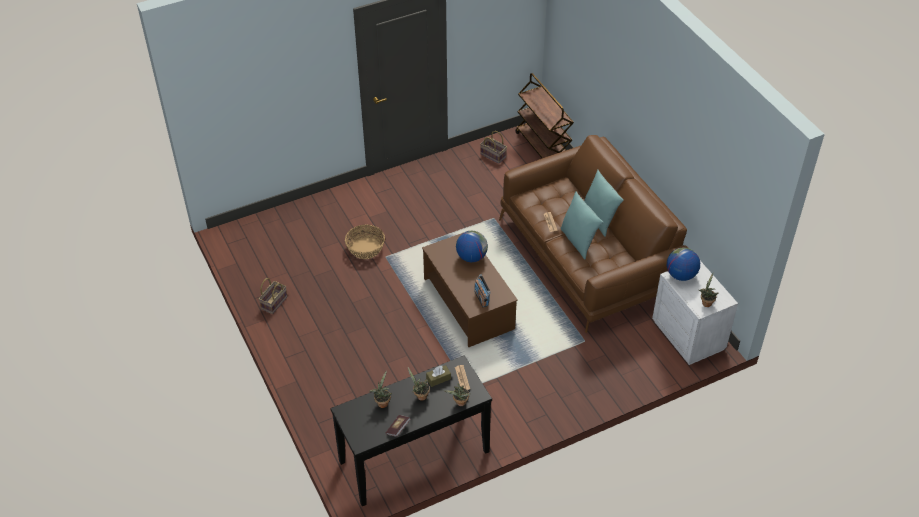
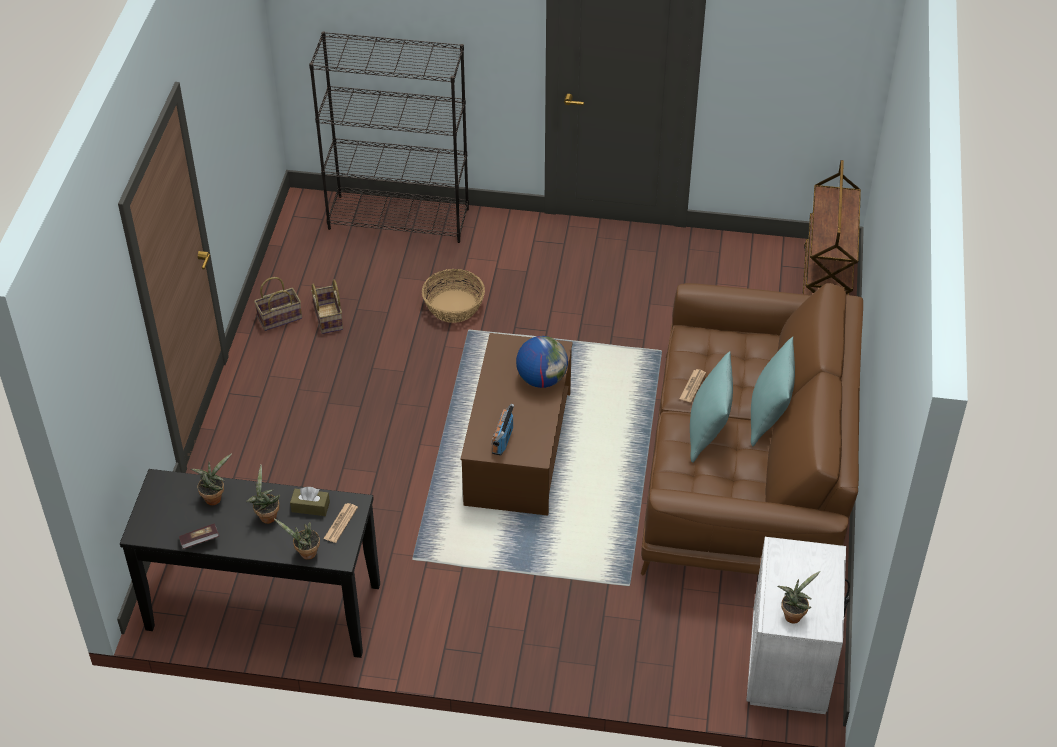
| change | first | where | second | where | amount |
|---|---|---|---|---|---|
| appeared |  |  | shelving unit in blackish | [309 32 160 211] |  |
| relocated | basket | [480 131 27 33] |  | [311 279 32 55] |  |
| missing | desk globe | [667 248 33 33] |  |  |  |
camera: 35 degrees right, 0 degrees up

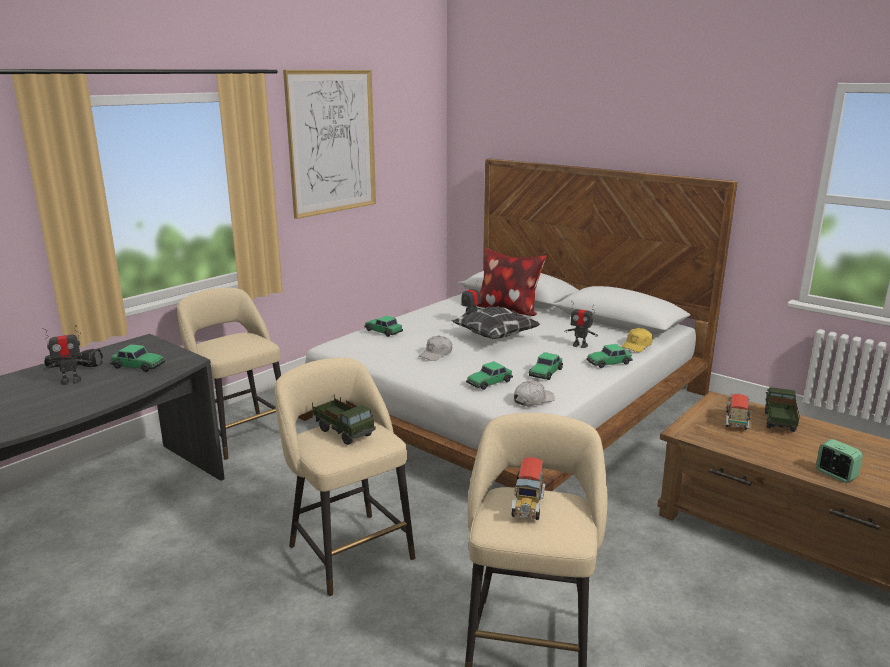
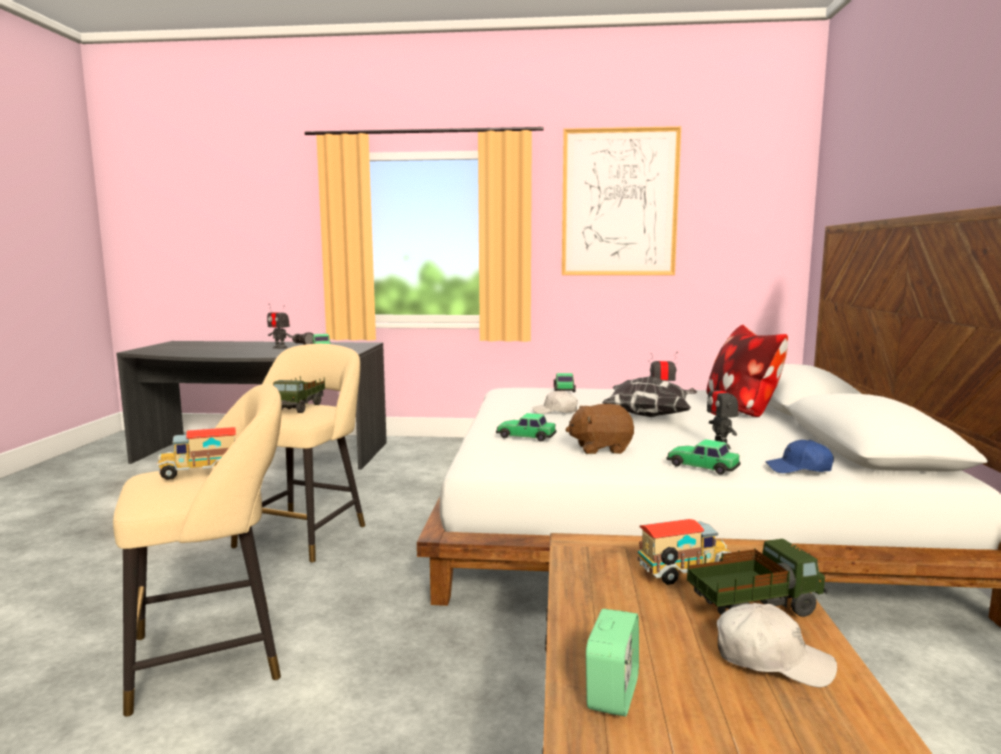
| change | first | where | second | where | amount |
|---|---|---|---|---|---|
| exchanged | model car | [529 352 34 28] | cuddly toy in brown | [565 404 69 50] |  |
| relocated | baseball cap in white-coloured | [514 380 41 26] |  | [717 603 120 85] |  |
| colour | baseball cap in yellow-coloured | [621 328 32 24] | baseball cap in blue | [765 440 69 33] |  |
| missing | stool seat in sand-coloured | [177 288 104 172] |  |  |  |
camera: 55 degrees right, 10 degrees down

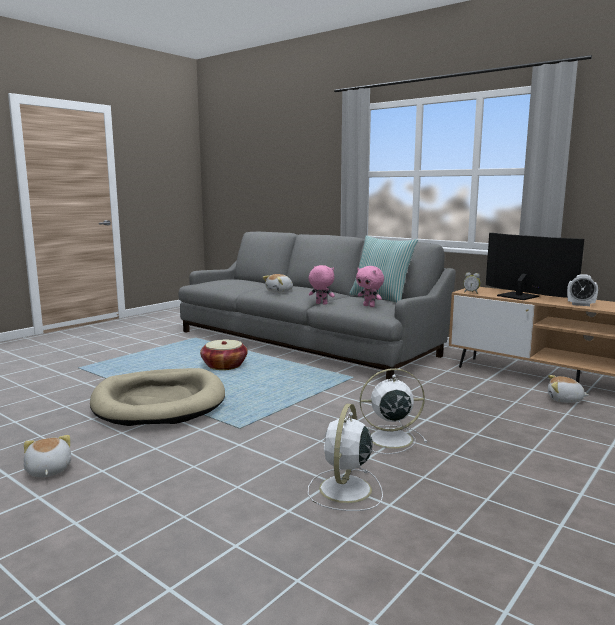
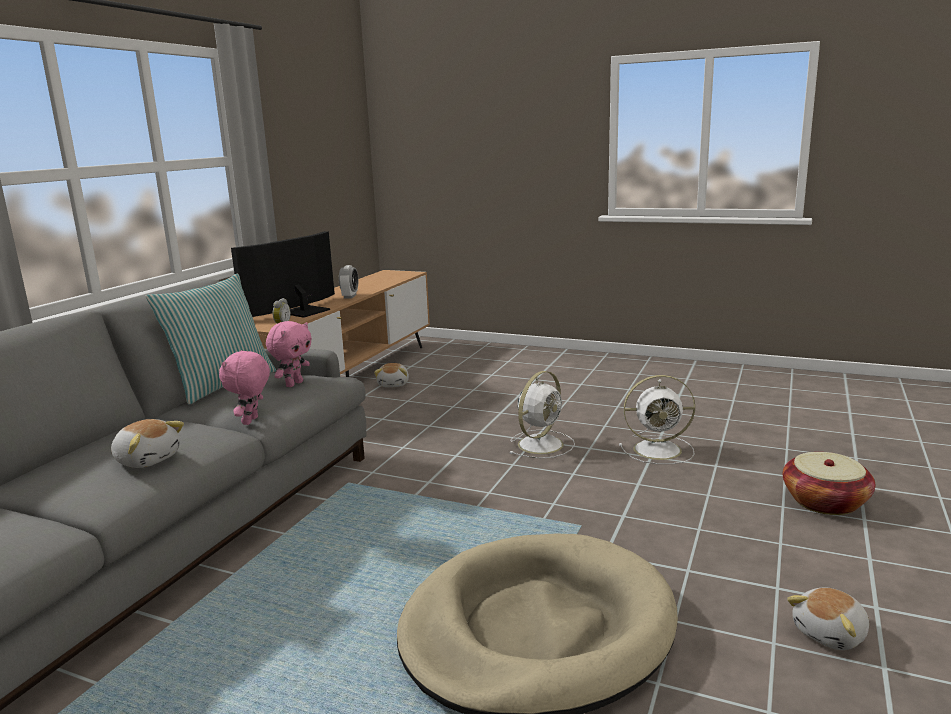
| change | first | where | second | where | amount |
|---|---|---|---|---|---|
| spun | electric fan in white-coloured | [360 368 67 86] |  | [509 371 66 88] | 120 degrees counterclockwise |
| relocated | basket | [200 340 48 30] |  | [783 452 92 63] |  |
camera: 105 degrees left, 5 degrees up

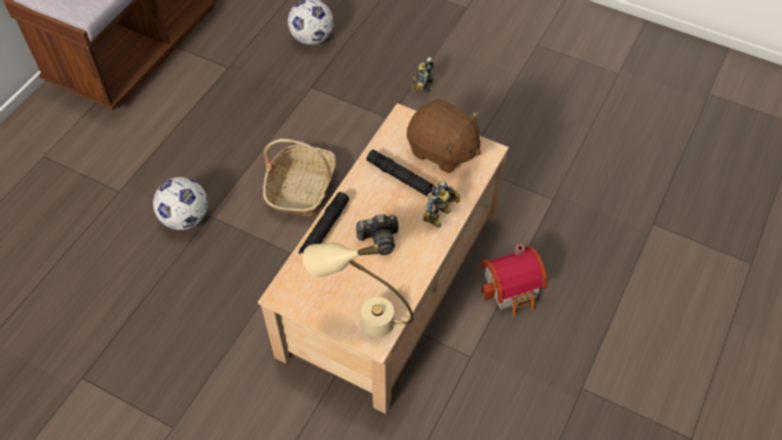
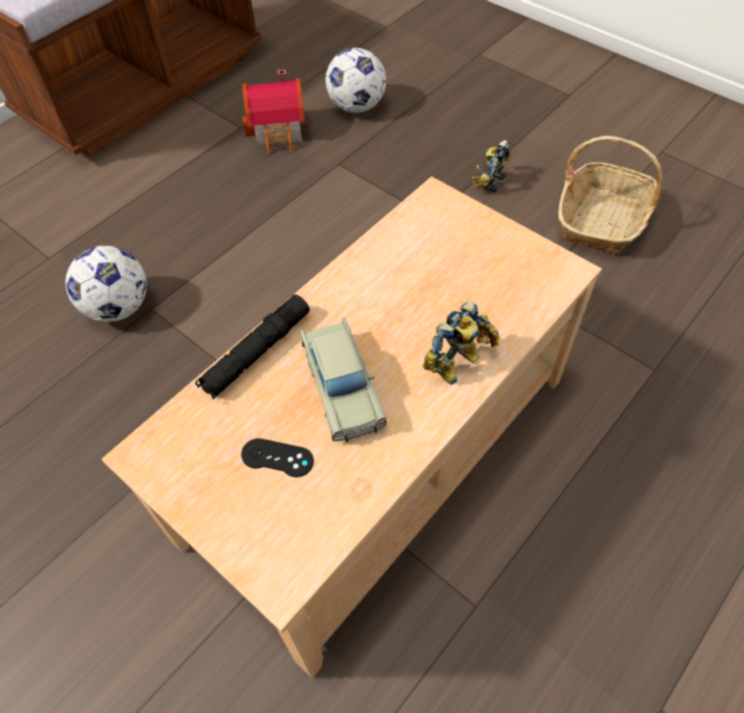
| change | first | where | second | where | amount |
|---|---|---|---|---|---|
| appeared |  |  | joypad in blackish | [241 438 73 39] |  |
| relocated | miniature house | [480 244 67 73] |  | [242 69 63 85] |  |
| exchanged | still camera | [355 214 44 41] | model car in sand-coloured | [301 317 86 125] |  |
| relocated | basket | [263 139 73 78] |  | [558 136 105 119] |  |
| missing | lamp for a table in sand-coloured | [302 243 112 94] |  |  |  |
| missing | flashlight in blackish | [366 149 69 48] |  |  |  |
| missing | cuddly toy in brown | [407 99 74 74] |  |  |  |
camera: 15 degrees right, 0 degrees up

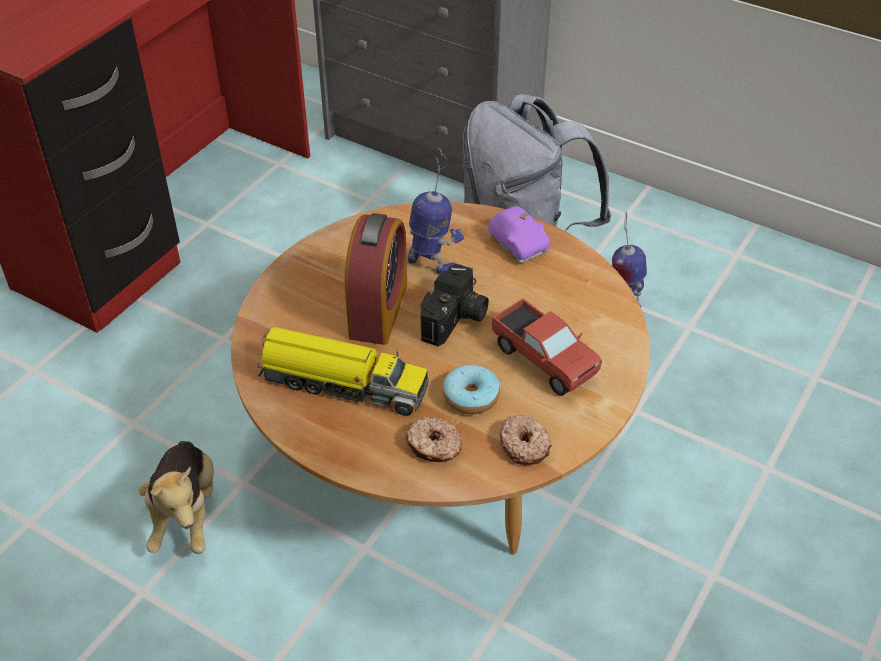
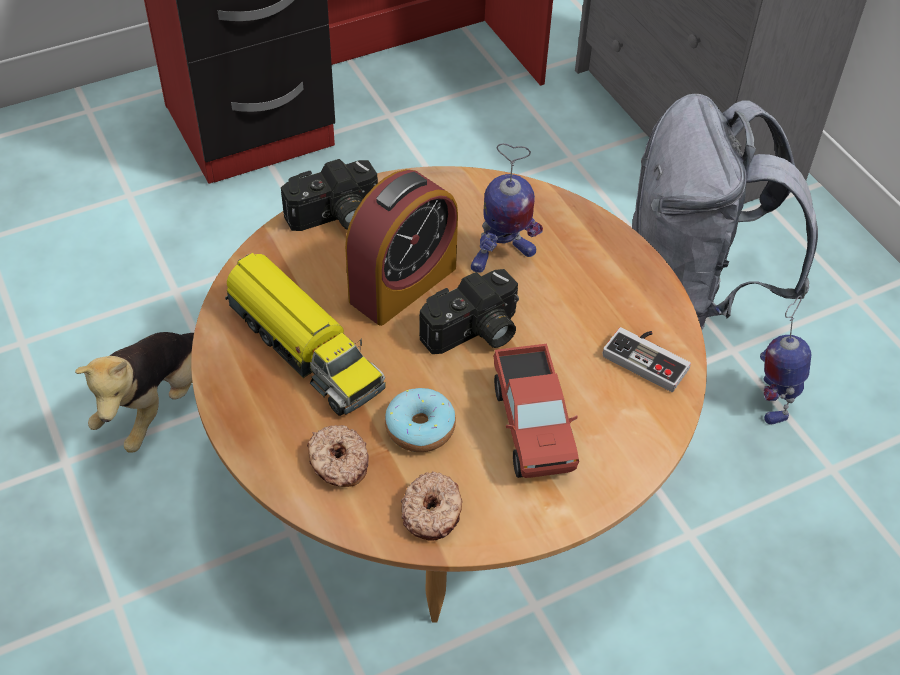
| change | first | where | second | where | amount |
|---|---|---|---|---|---|
| appeared |  |  | still camera | [281 159 97 72] |  |
| spun | model robot | [408 148 56 126] |  | [471 143 72 130] | 90 degrees clockwise |
| appeared |  |  | joypad | [602 327 89 65] |  |
| missing | model car in purple | [487 206 63 57] |  |  |  |
camera: 30 degrees right, 5 degrees up

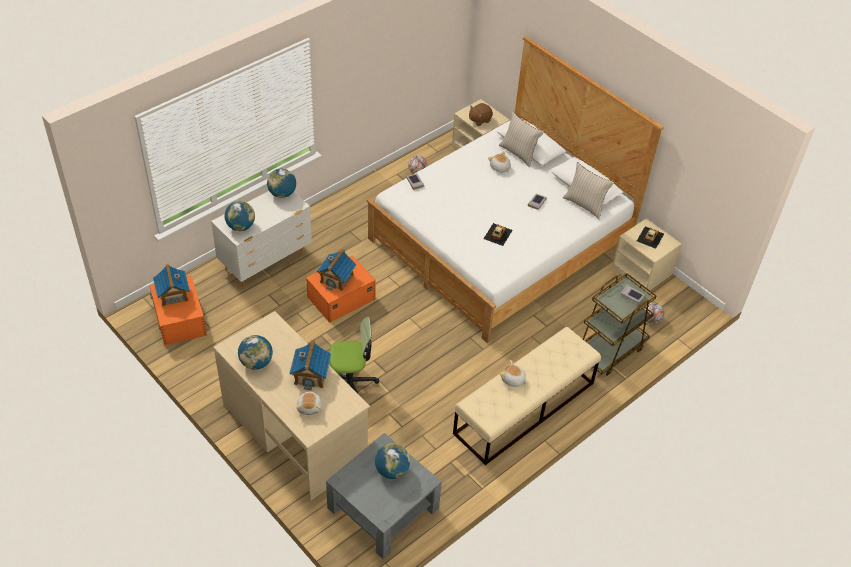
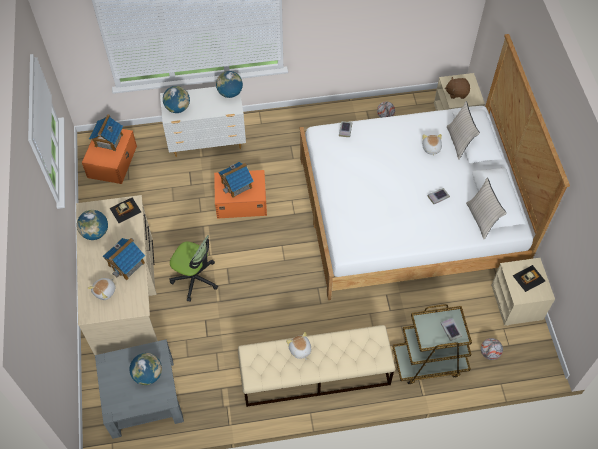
| change | first | where | second | where | amount |
|---|---|---|---|---|---|
| relocated | model car | [483 223 30 23] |  | [110 198 31 25] |  |
camera: 35 degrees right, 10 degrees up

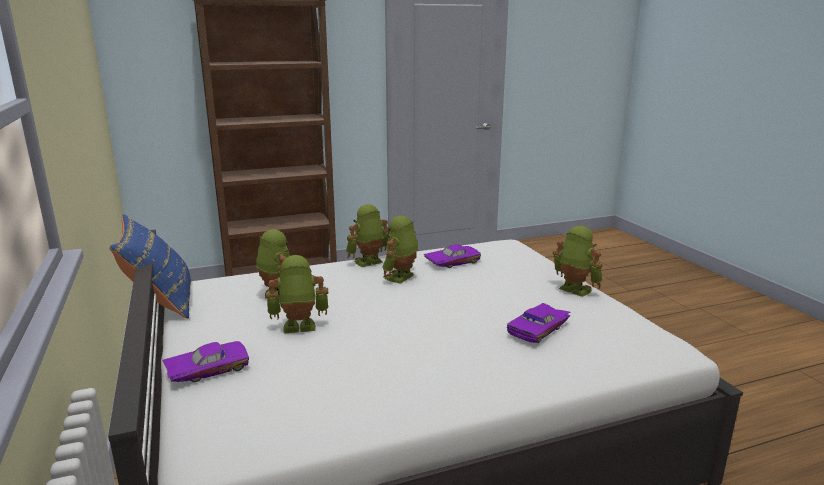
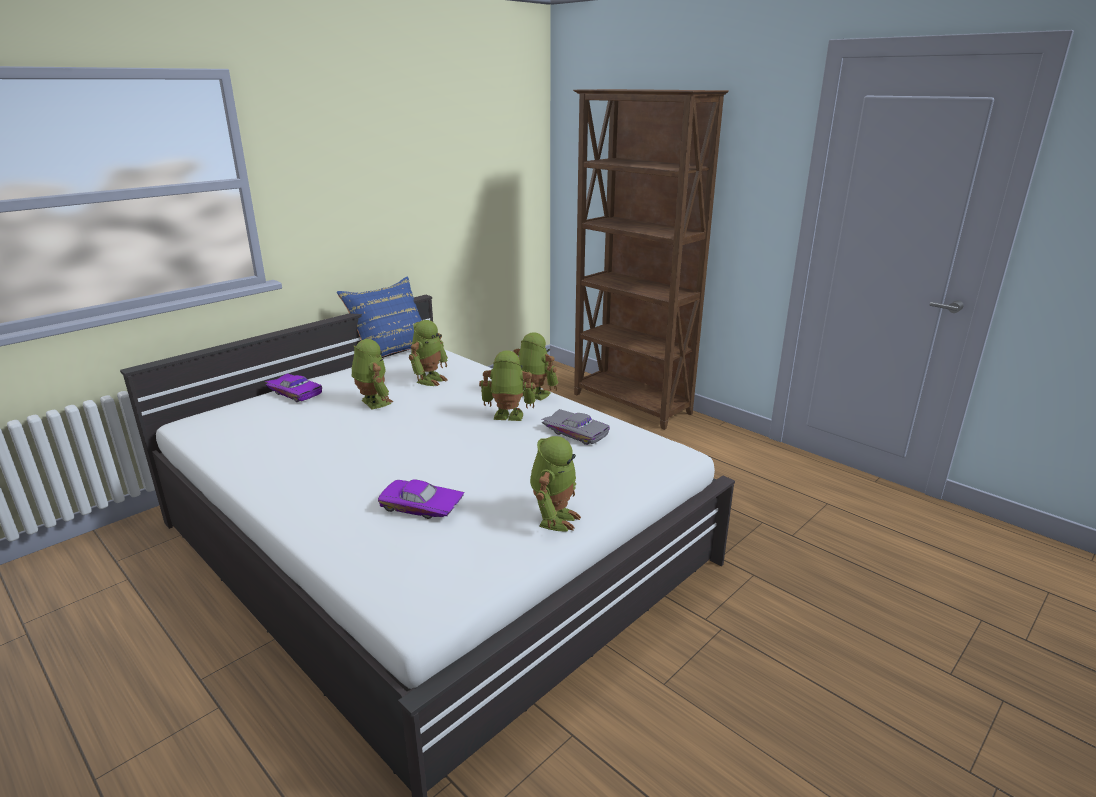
| change | first | where | second | where | amount |
|---|---|---|---|---|---|
| colour | model car in purple | [424 244 57 24] | model car in greyish | [541 409 69 36] |  |
camera: 65 degrees right, 5 degrees up

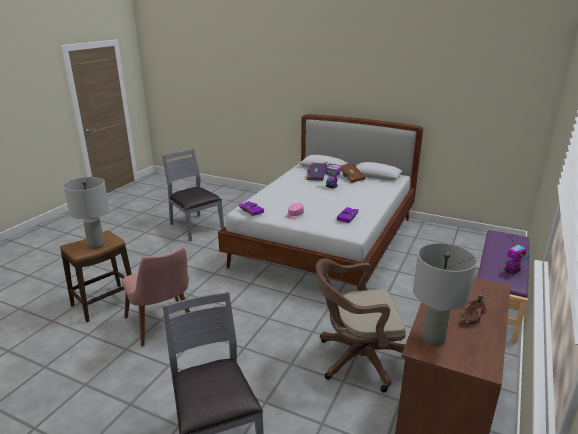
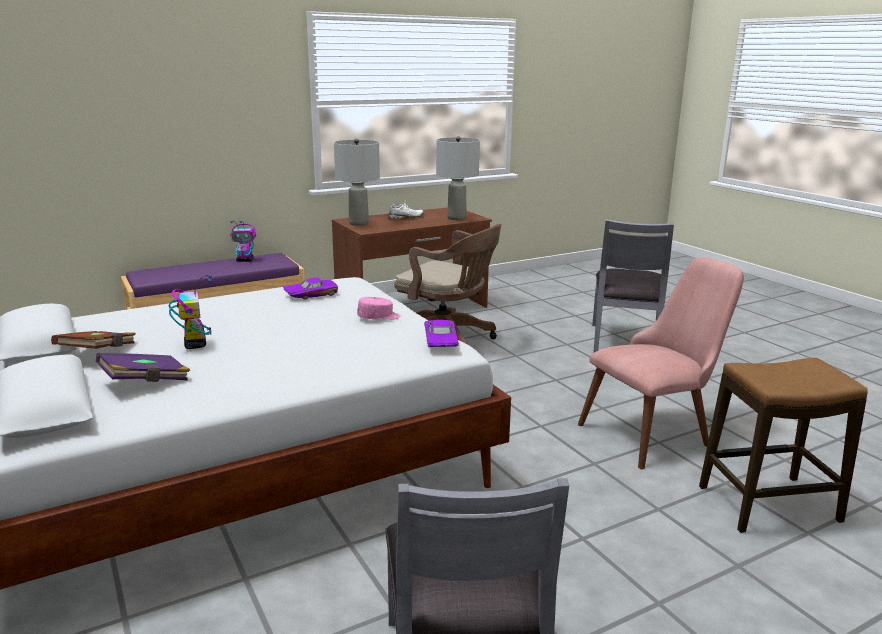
| change | first | where | second | where | amount |
|---|---|---|---|---|---|
| relocated | lamp for a table in greyish | [63 177 46 72] |  | [334 139 46 87] |  |
| colour | low shoe in brown | [460 295 28 30] | low shoe in white-coloured | [388 201 36 18] |  |
| spun | upright chair in pinkish | [122 247 68 100] |  | [578 257 166 212] | 60 degrees clockwise |
camera: 145 degrees left, 5 degrees down

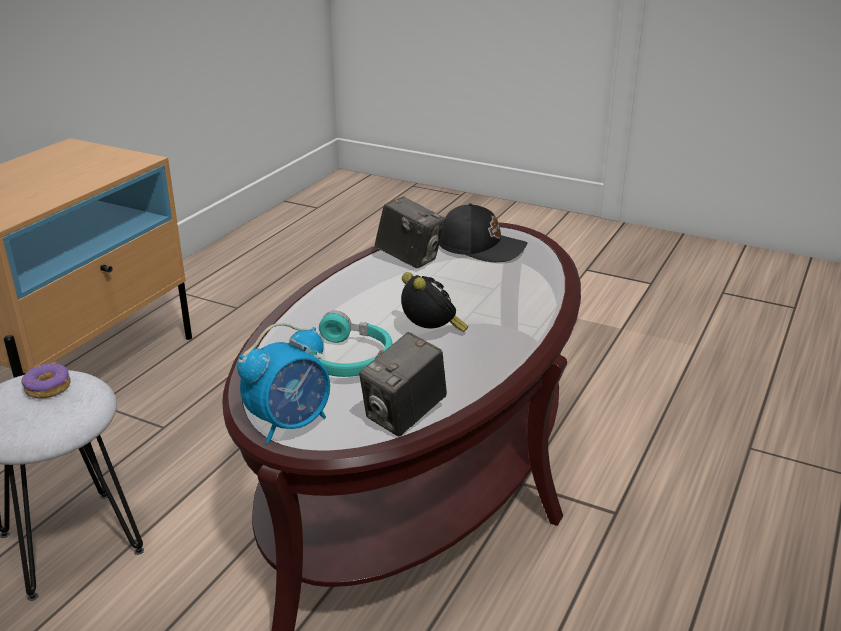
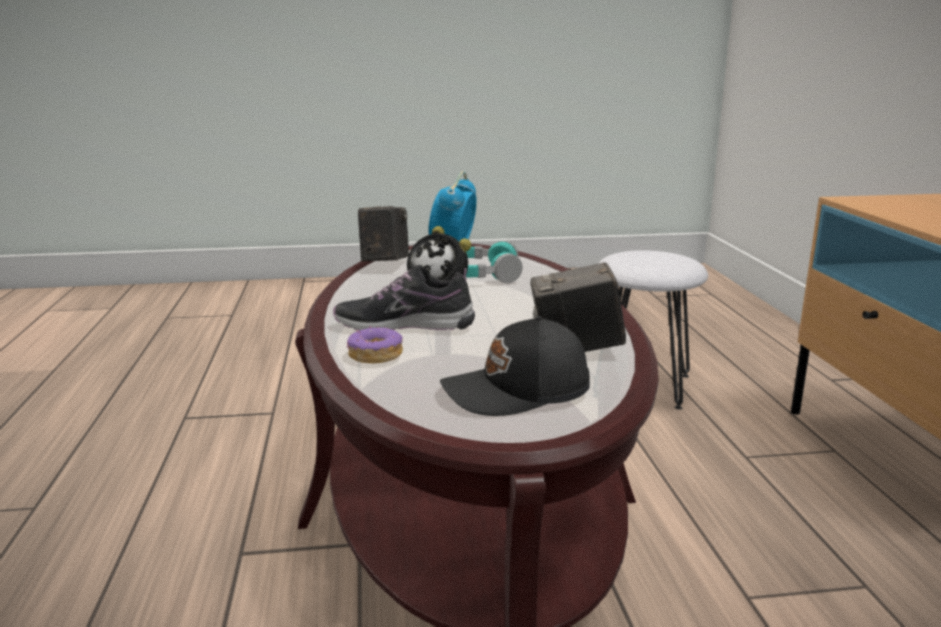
| change | first | where | second | where | amount |
|---|---|---|---|---|---|
| appeared |  |  | low shoe | [333 265 142 65] |  |
| relocated | ring doughnut | [21 363 50 35] |  | [347 326 56 37] |  |
camera: 145 degrees right, 10 degrees down

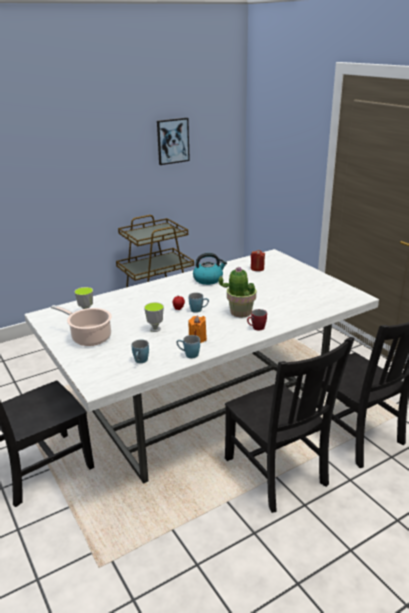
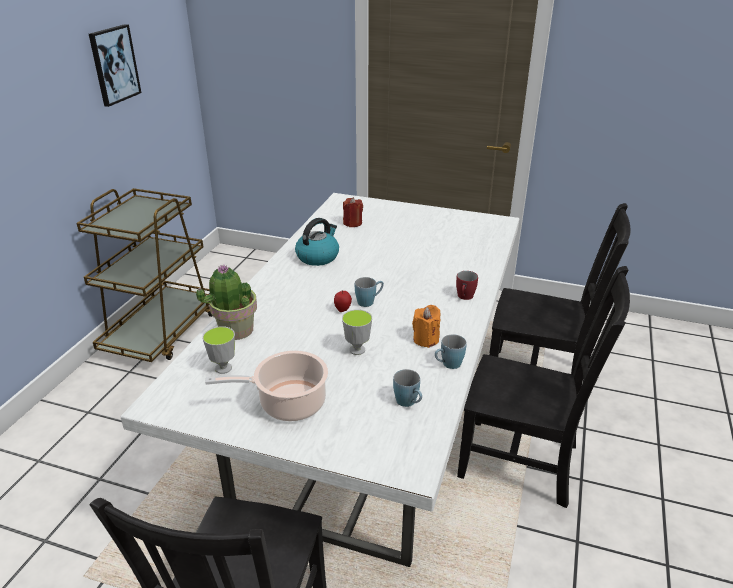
| change | first | where | second | where | amount |
|---|---|---|---|---|---|
| relocated | houseplant | [219 267 37 51] |  | [196 265 61 75] |  |
camera: 40 degrees left, 5 degrees up

